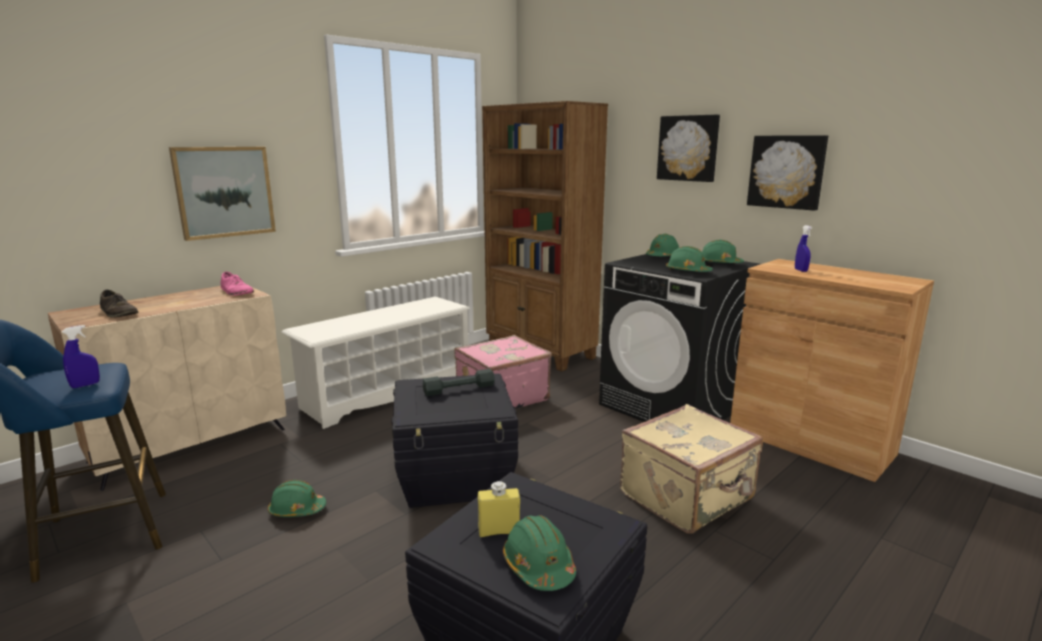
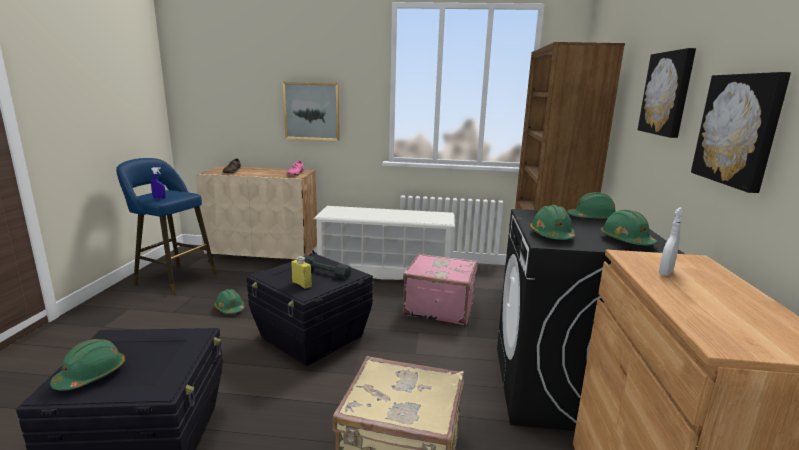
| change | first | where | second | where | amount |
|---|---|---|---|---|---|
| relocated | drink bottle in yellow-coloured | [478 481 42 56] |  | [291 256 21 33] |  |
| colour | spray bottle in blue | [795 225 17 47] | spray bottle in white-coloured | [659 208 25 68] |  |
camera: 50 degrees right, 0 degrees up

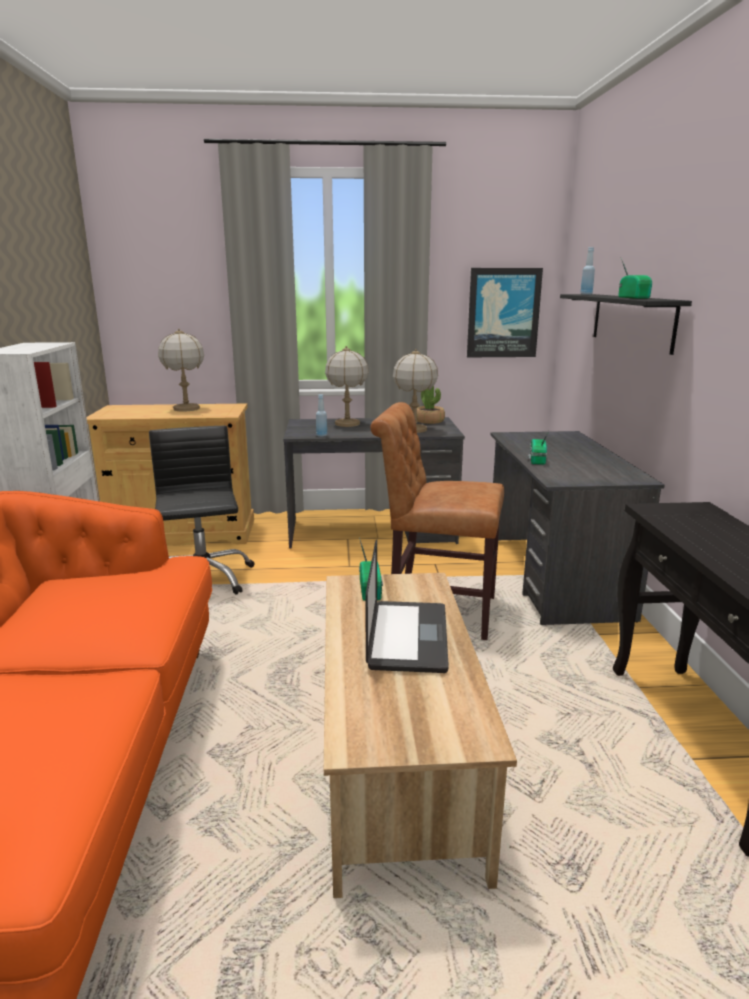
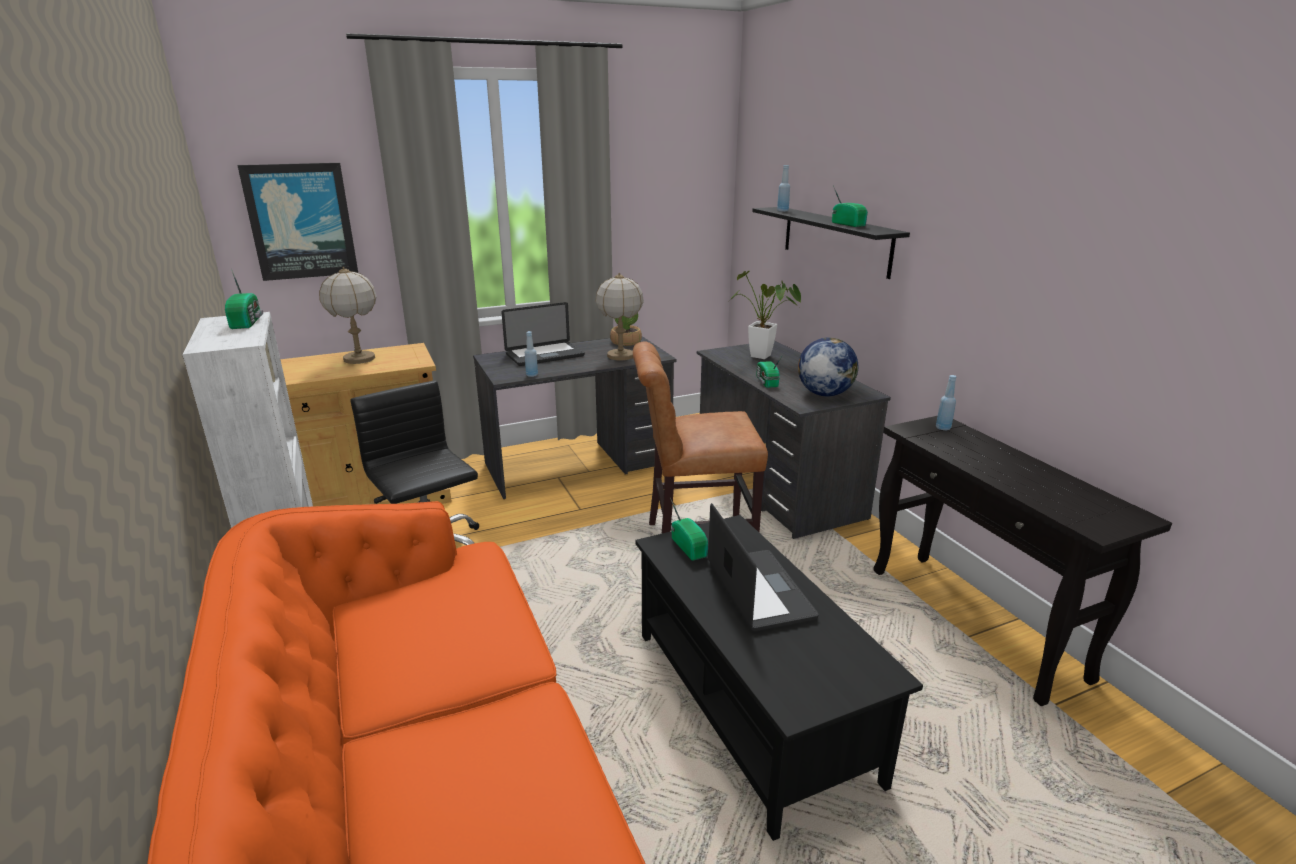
| change | first | where | second | where | amount |
|---|---|---|---|---|---|
| appeared |  |  | radio | [225 269 38 60] |  |
| relocated | wall picture | [467 268 76 89] |  | [237 163 121 118] |  |
| exchanged | lamp for a table | [325 346 44 81] | notebook computer | [501 302 84 64] |  |
| colour | low table in sand-coloured | [324 573 193 325] | low table in blackish | [635 515 288 326] |  |
| appeared |  |  | houseplant | [730 271 71 88] |  |
| appeared |  |  | desk globe | [798 338 60 58] |  |
| appeared |  |  | drink bottle in blue | [936 375 20 55] |  |
camera: 20 degrees left, 5 degrees up

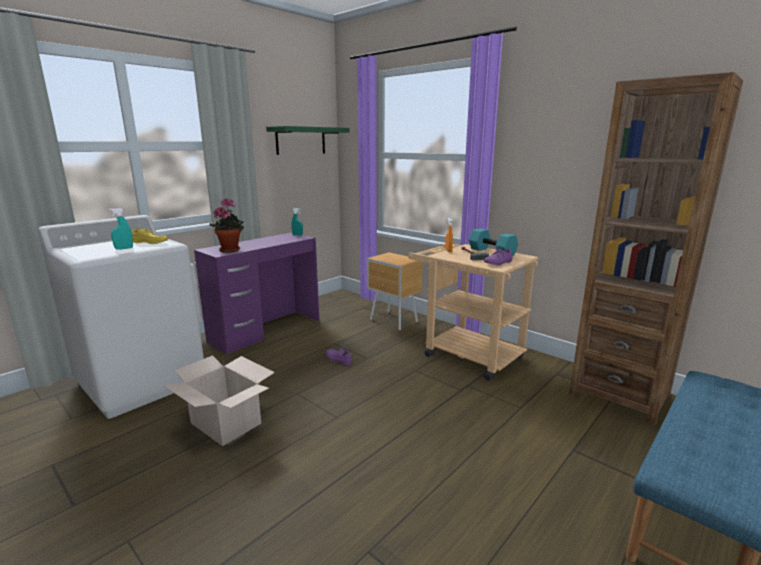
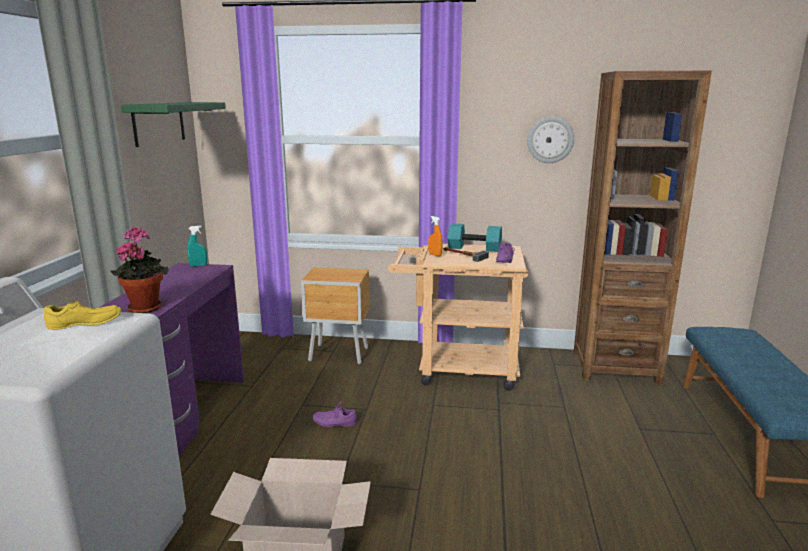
| change | first | where | second | where | amount |
|---|---|---|---|---|---|
| appeared |  |  | clock on the wall | [527 116 47 47] |  |
| missing | spray bottle in turquoise-coloured | [109 208 24 42] |  |  |  |
camera: 35 degrees left, 0 degrees up

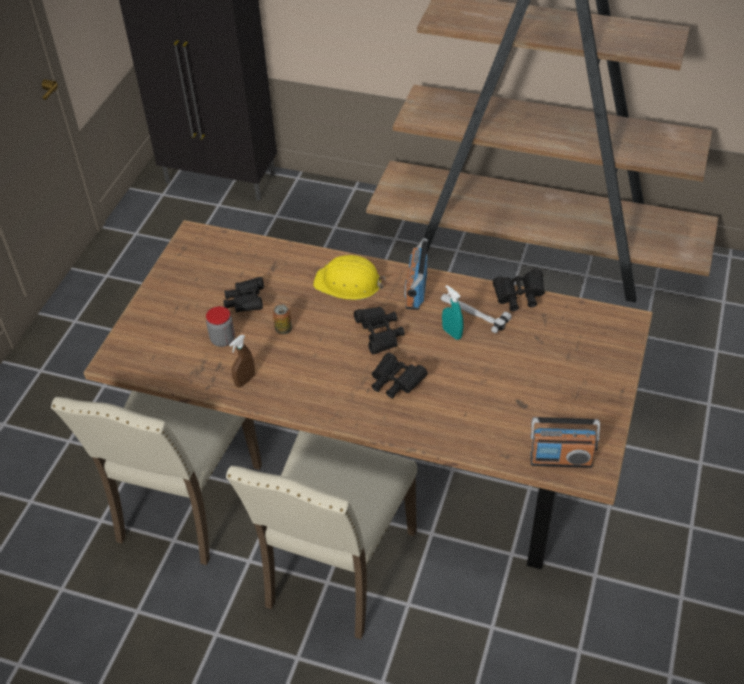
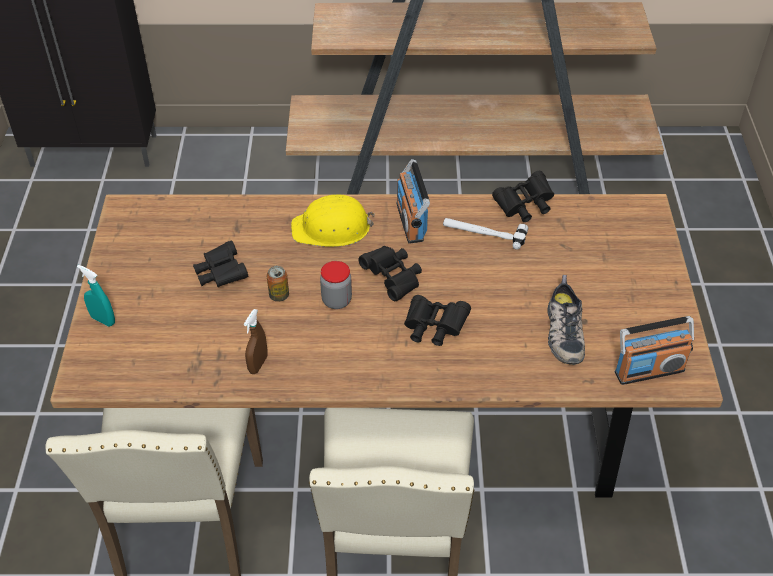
| change | first | where | second | where | amount |
|---|---|---|---|---|---|
| relocated | spray bottle in turquoise-coloured | [442 285 21 55] |  | [77 265 38 62] |  |
| relocated | jar | [206 306 29 41] |  | [320 261 32 48] |  |
| appeared |  |  | low shoe | [547 275 38 90] |  |
camera: 20 degrees left, 0 degrees up

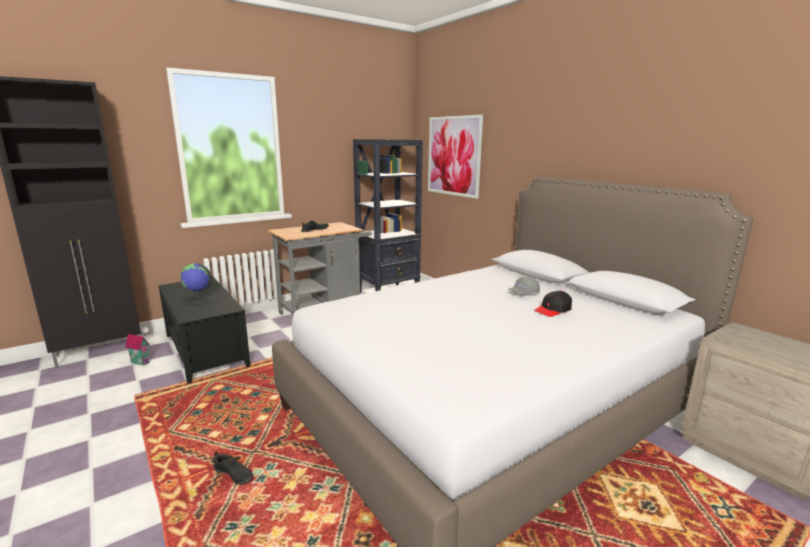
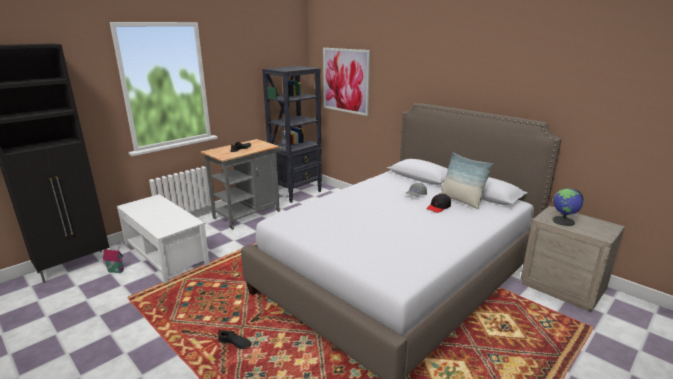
| change | first | where | second | where | amount |
|---|---|---|---|---|---|
| colour | low table in blackish | [158 277 93 106] | low table in white-coloured | [117 194 93 89] |  |
| appeared |  |  | throw pillow | [439 152 55 57] |  |
| relocated | desk globe | [180 263 32 40] |  | [552 189 32 37] |  |
camera: 10 degrees left, 5 degrees up

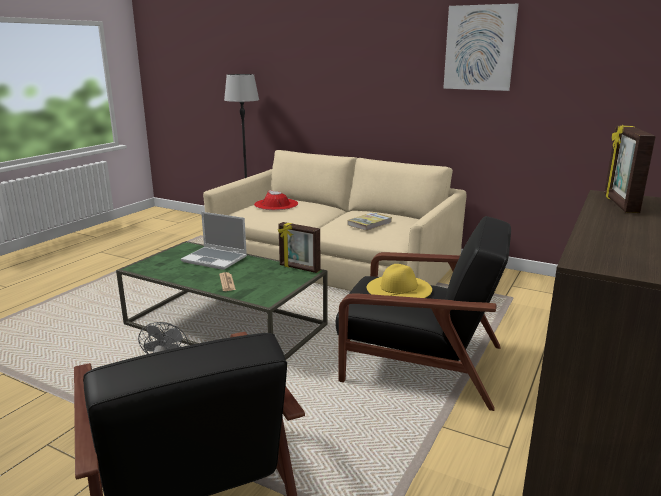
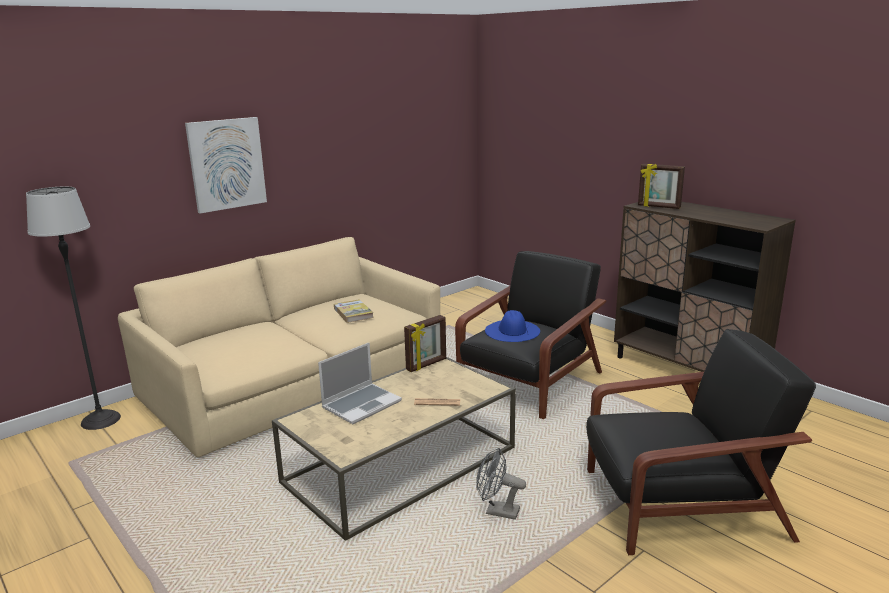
| change | first | where | second | where | amount |
|---|---|---|---|---|---|
| relocated | wall picture | [443 4 76 87] |  | [185 117 82 96] |  |
| colour | low table in green-coloured | [116 241 212 119] | low table in sand-coloured | [272 357 244 184] |  |
| colour | clothing hat in yellow-coloured | [367 264 65 34] | clothing hat in blue | [485 310 55 32] |  |
| missing | clothing hat in red | [254 190 44 20] |  |  |  |
camera: 70 degrees left, 0 degrees up

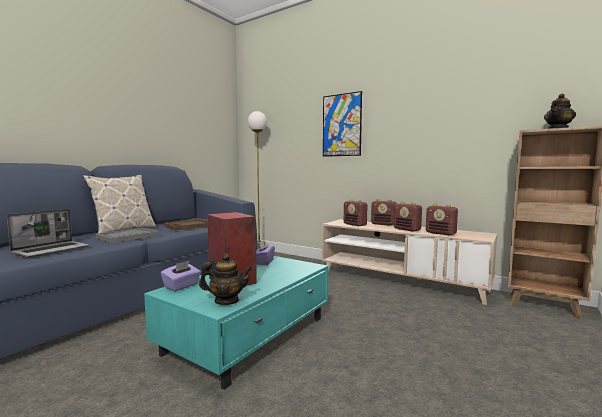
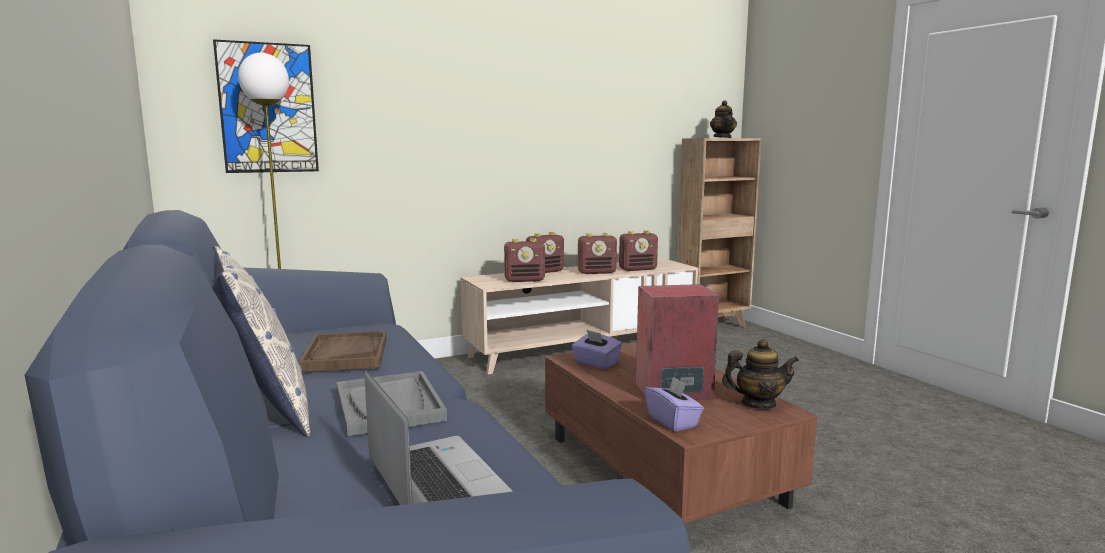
| change | first | where | second | where | amount |
|---|---|---|---|---|---|
| relocated | wall picture | [323 91 39 66] |  | [213 39 106 134] |  |
| colour | low table in turquoise-coloured | [144 256 184 134] | low table in brown | [545 342 272 181] |  |
| spun | tea pot | [199 254 54 51] |  | [722 339 77 70] | 60 degrees clockwise |
camera: 60 degrees left, 5 degrees up

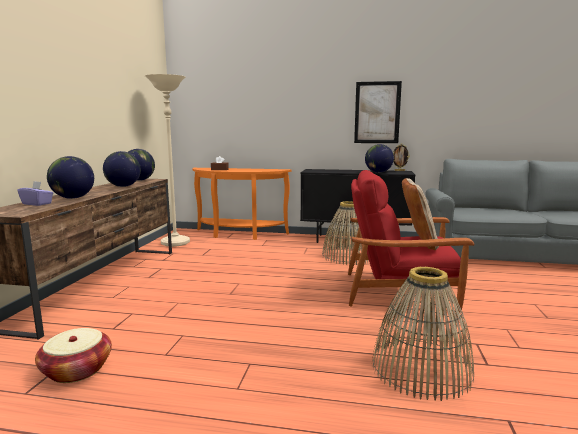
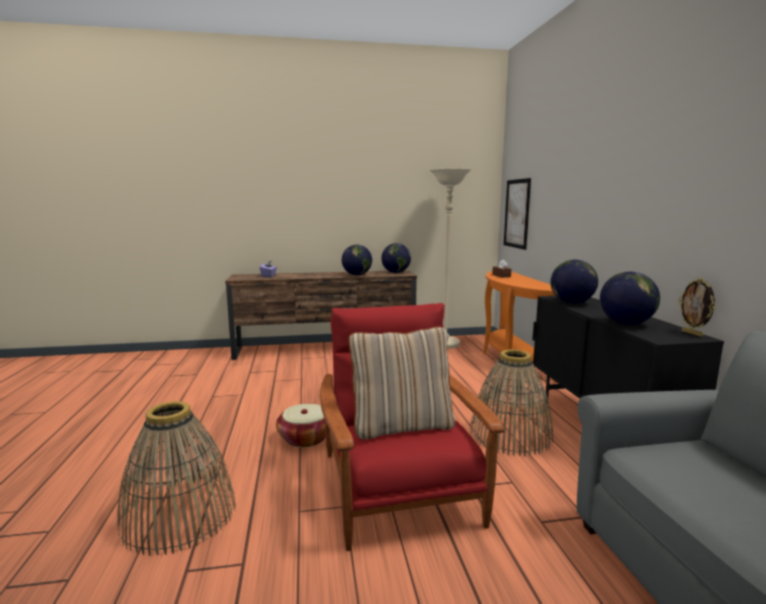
| change | first | where | second | where | amount |
|---|---|---|---|---|---|
| relocated | basket | [35 328 77 55] |  | [276 404 50 43] |  |
| relocated | wall picture | [354 81 48 62] |  | [504 178 27 72] |  |
| relocated | desk globe | [47 156 47 43] |  | [550 260 48 44] |  |
camera: 70 degrees right, 0 degrees up

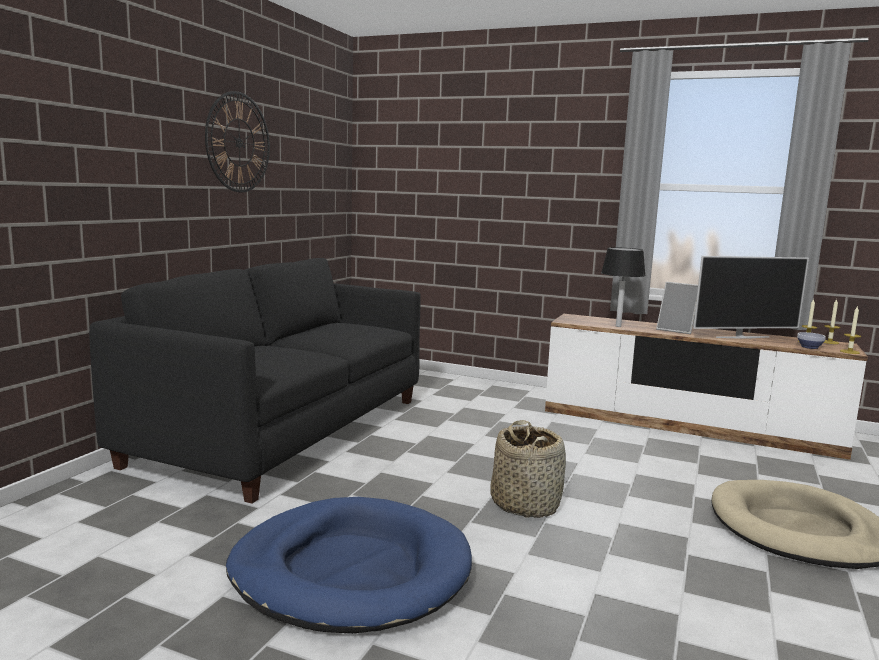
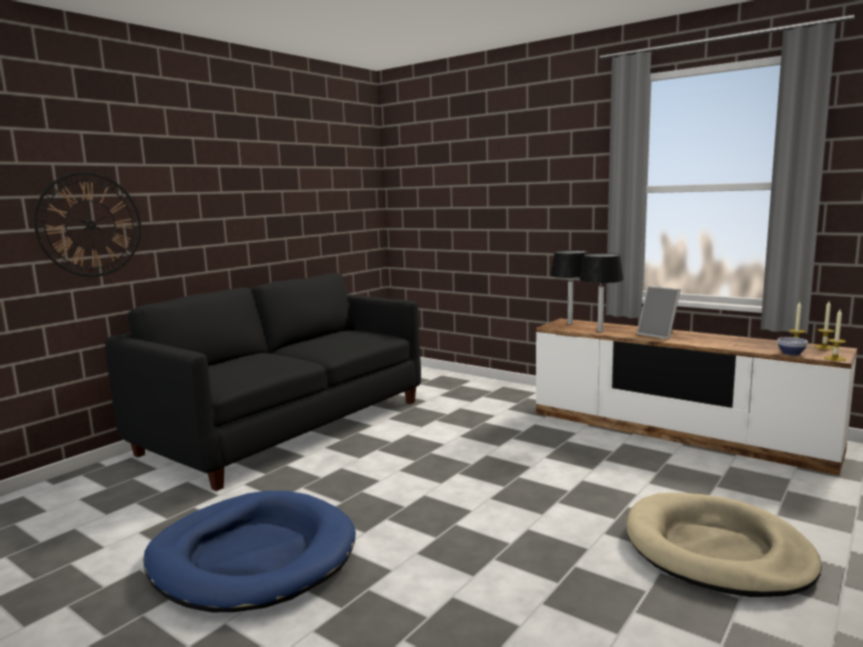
| change | first | where | second | where | amount |
|---|---|---|---|---|---|
| relocated | clock on the wall | [205 91 65 102] |  | [34 172 107 105] |  |
| appeared |  |  | lamp for a table in blackish | [550 250 38 74] |  |
| missing | basket | [490 420 76 98] |  |  |  |
| missing | TV set | [693 256 116 83] |  |  |  |
camera: 15 degrees right, 0 degrees up

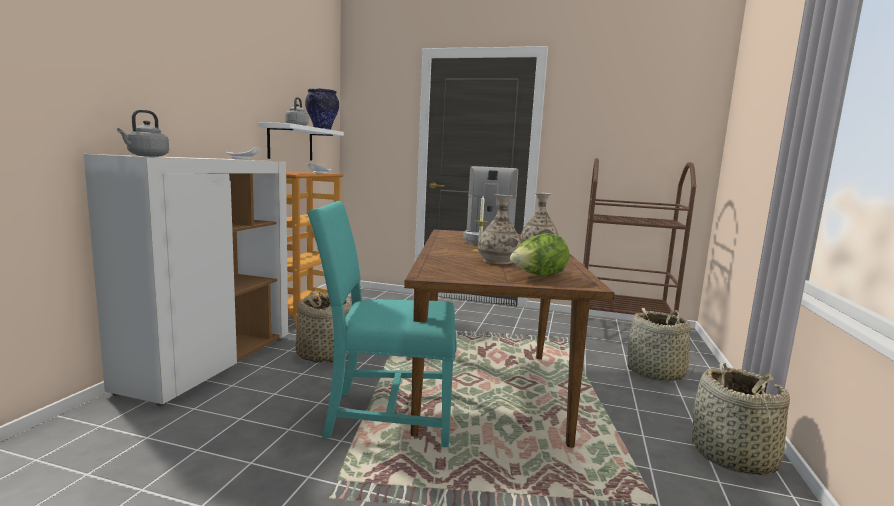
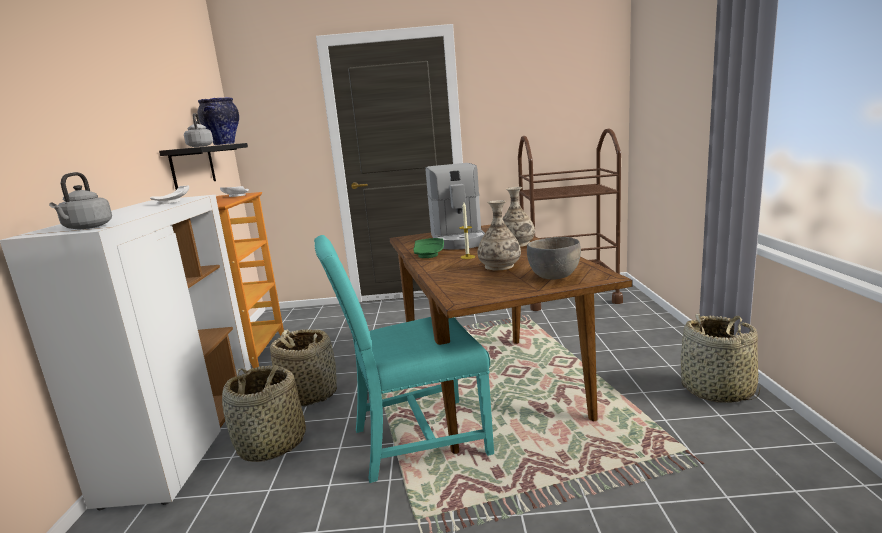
| change | first | where | second | where | amount |
|---|---|---|---|---|---|
| colour | bracket shelf in white-coloured | [259 122 85 38] | bracket shelf in blackish | [159 143 89 47] |  |
| relocated | basket | [627 308 67 73] |  | [222 365 84 97] |  |
| appeared |  |  | flat dish in green-coloured | [413 238 31 20] |  |
| exchanged | head of lettuce | [510 233 59 43] | serving bowl in greyish | [527 237 54 43] |  |
camera: 15 degrees left, 5 degrees up

